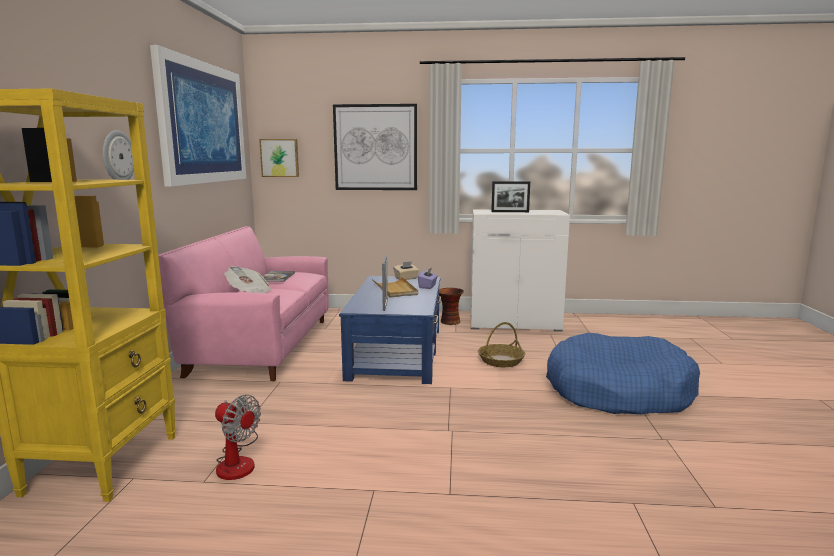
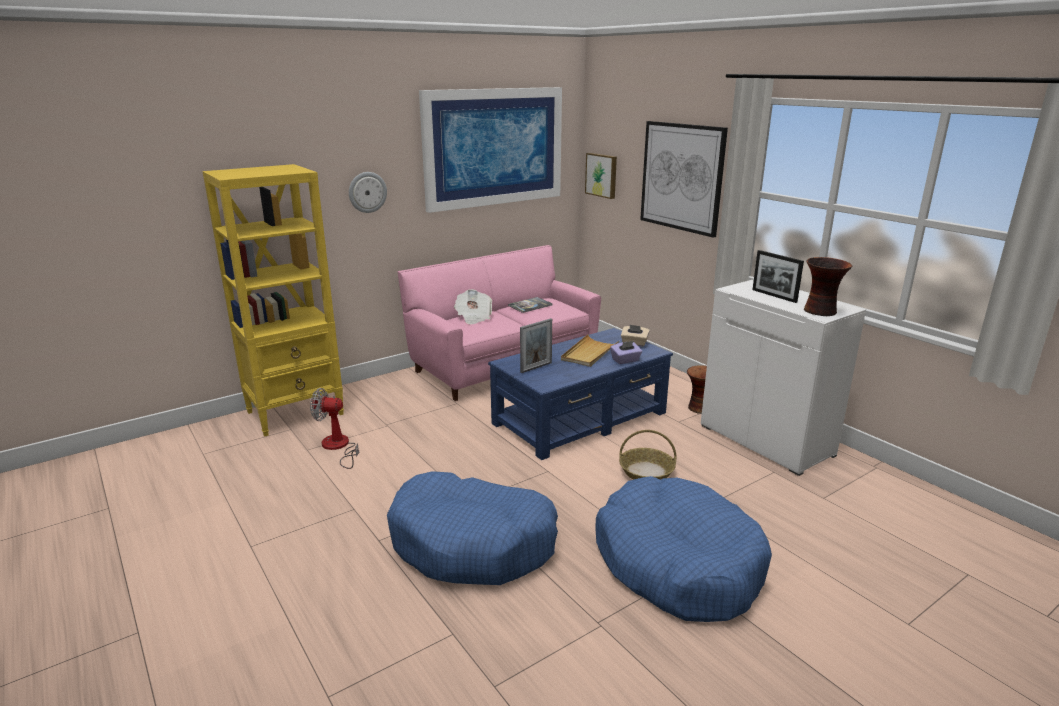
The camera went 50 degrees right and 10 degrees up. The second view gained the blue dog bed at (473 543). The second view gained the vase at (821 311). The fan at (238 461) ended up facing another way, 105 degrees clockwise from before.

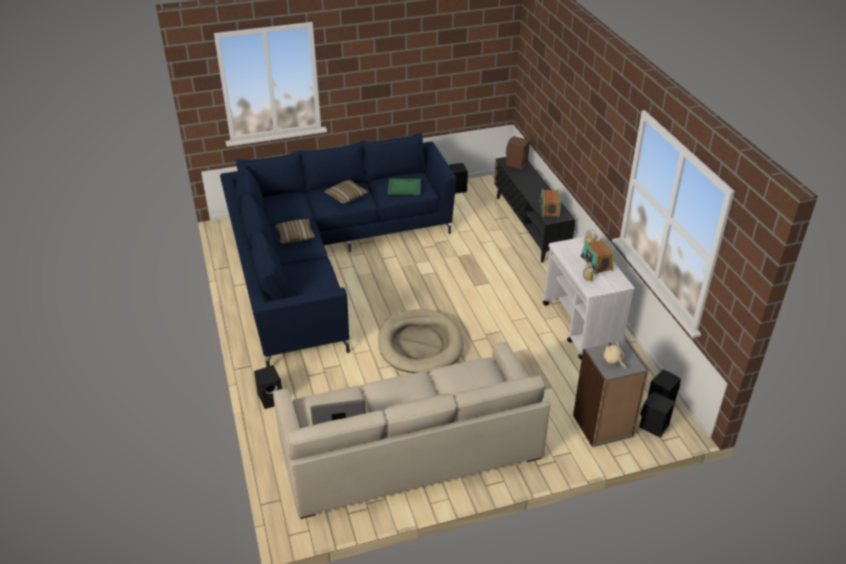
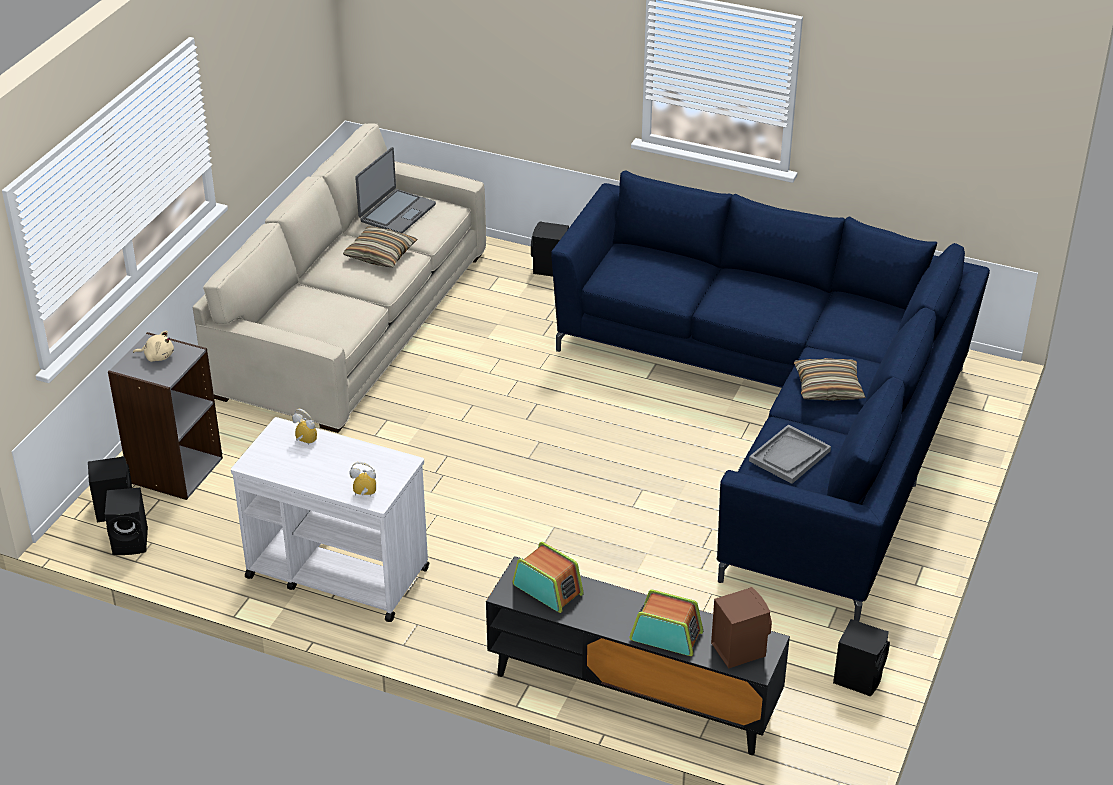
The camera went 130 degrees right and 0 degrees up. The second view lost the beige dog bed at (420 345). The pillow ended up elsewhere, having gone from (295 236) to (380 255). The radio ended up elsewhere, having gone from (596 263) to (666 635). What was the green tray at (404 188) turned into the grey tray at (789 456).

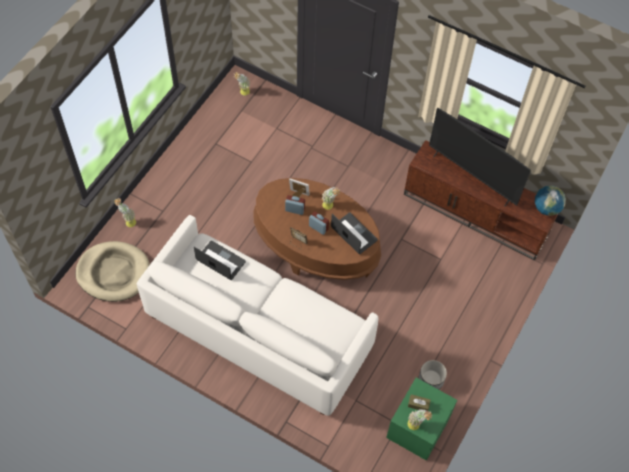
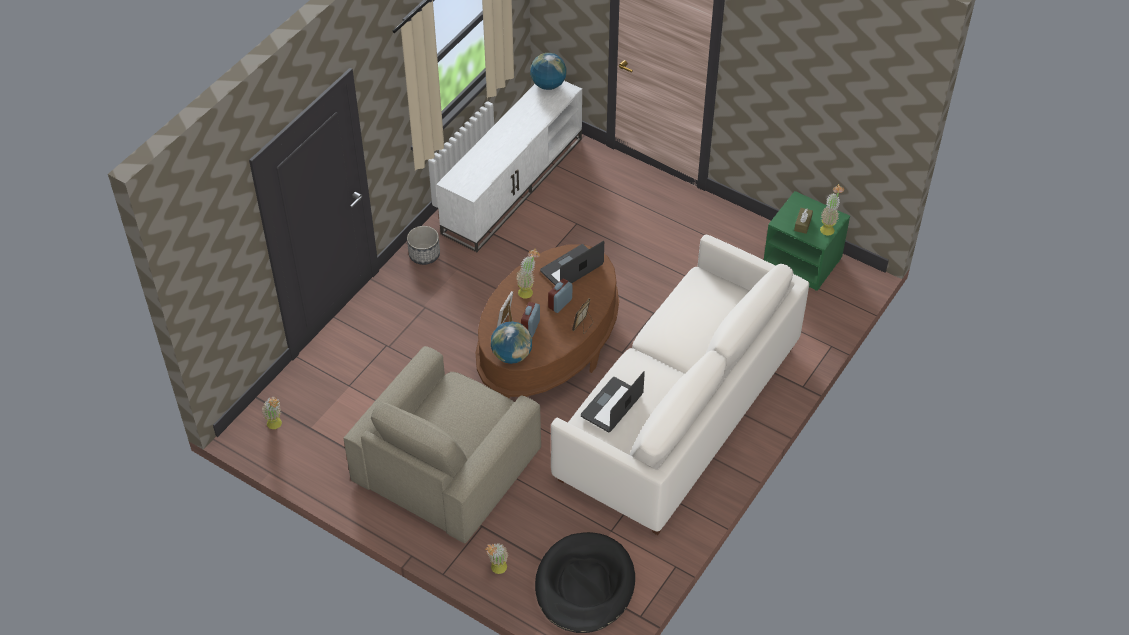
The camera went 85 degrees left and 10 degrees down. The second view lost the television at (472 177). The second view gained the beige armchair at (447 464). The second view gained the globe at (512 355). The planter ended up elsewhere, having gone from (431 380) to (424 254). What was the beige dog bed at (114 273) turned into the black dog bed at (584 585). What was the brown tv stand at (476 214) turned into the white tv stand at (512 184).

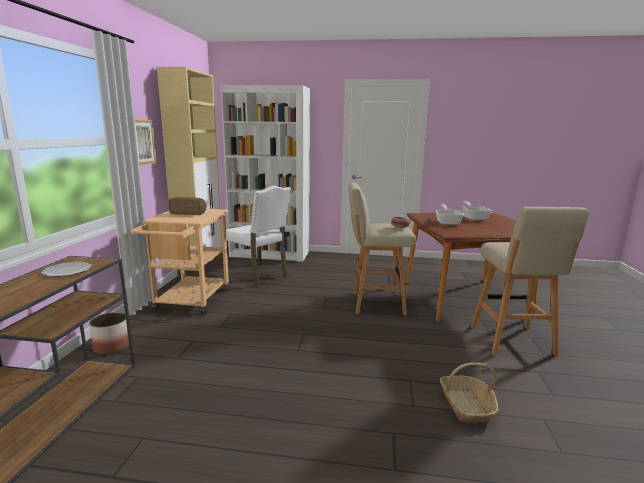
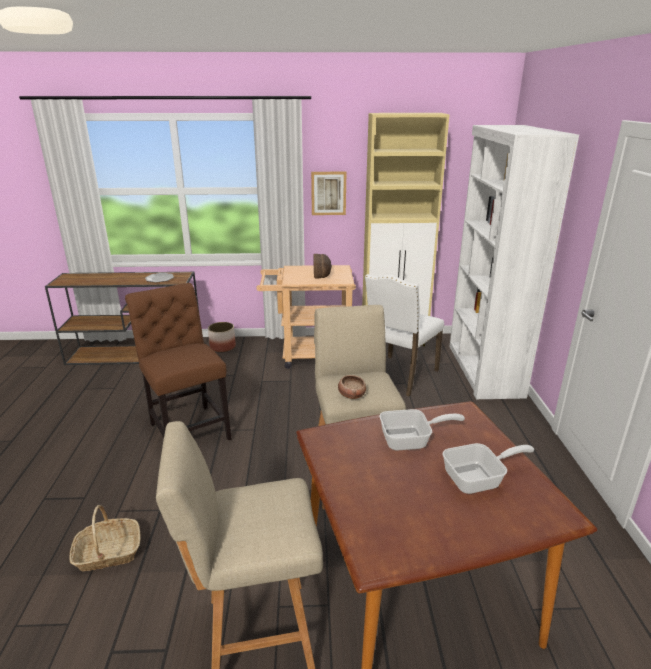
The camera went 80 degrees right and 10 degrees up. The second view gained the brown chair at (188 429).

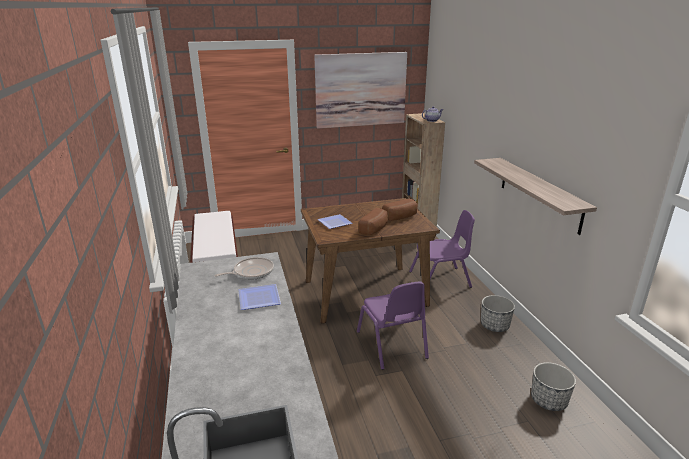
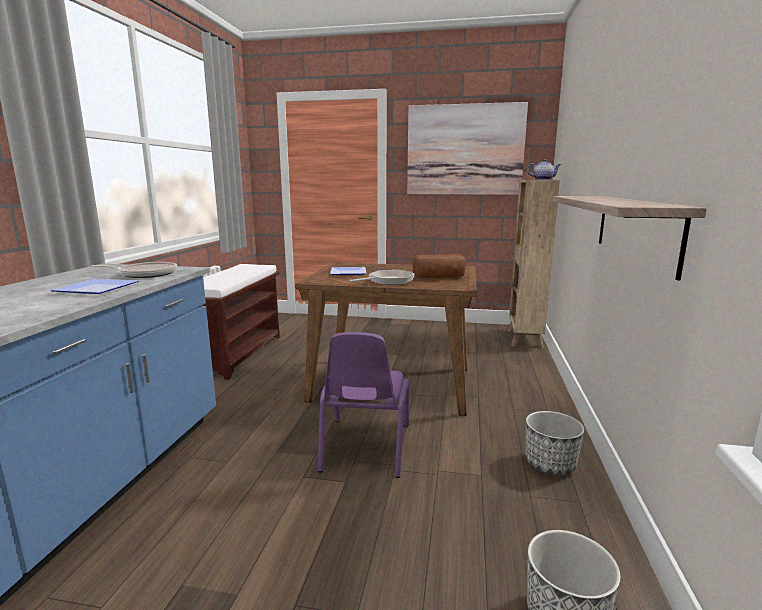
The camera went 25 degrees right and 10 degrees down. The second view lost the purple chair at (440 280). Where the bread stood at (375 229), the frying pan came to stand at (388 281).

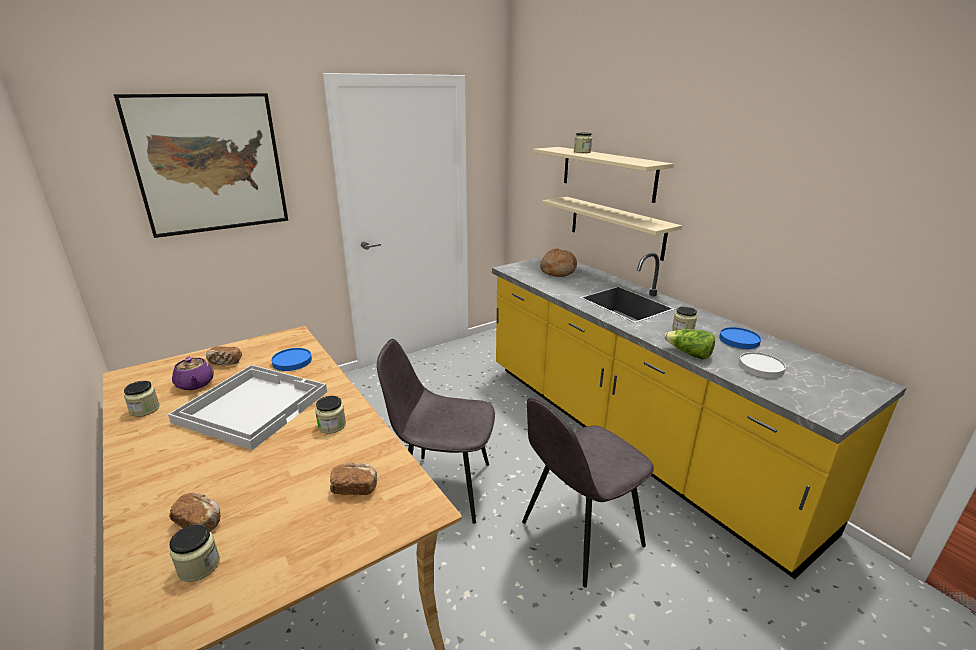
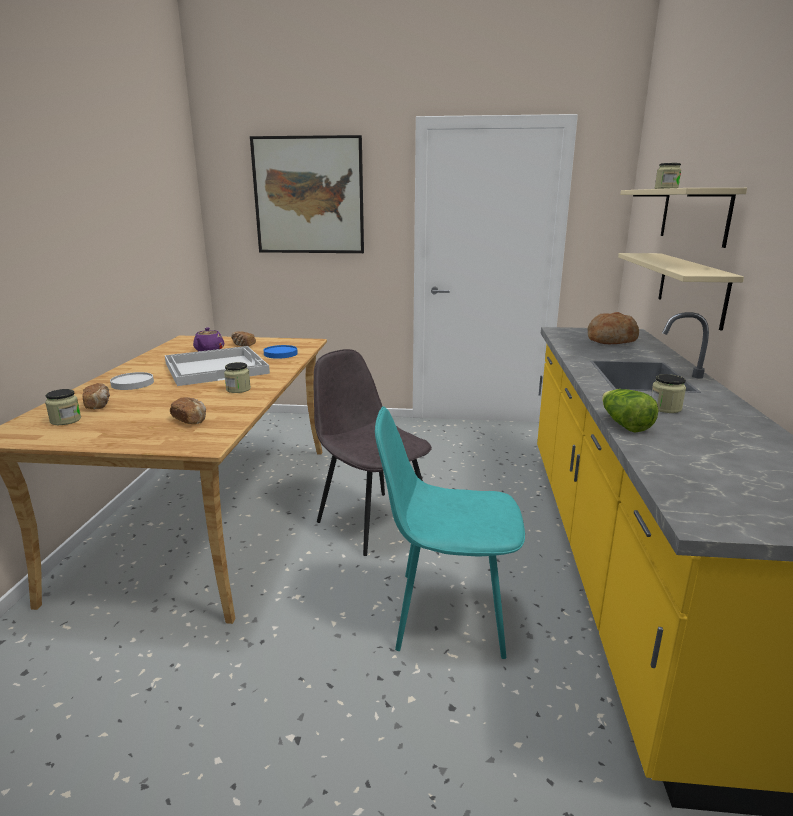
The camera went 40 degrees right and 5 degrees down. The second view lost the jar at (145 409). The second view lost the blue plate at (739 340). The white plate ended up elsewhere, having gone from (760 367) to (133 383). What was the grey chair at (579 535) turned into the turquoise chair at (446 612).

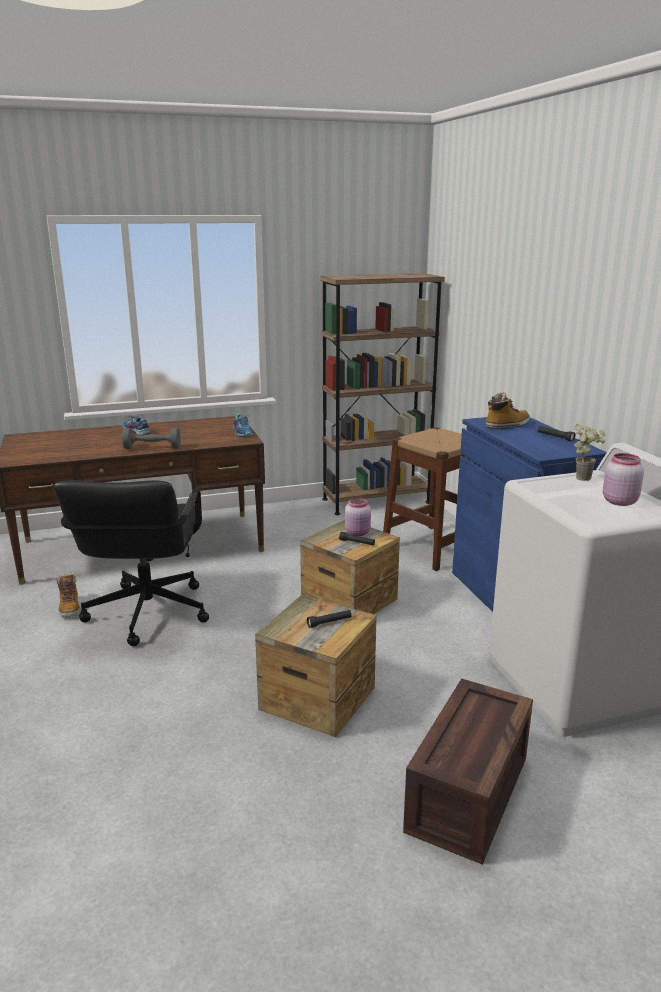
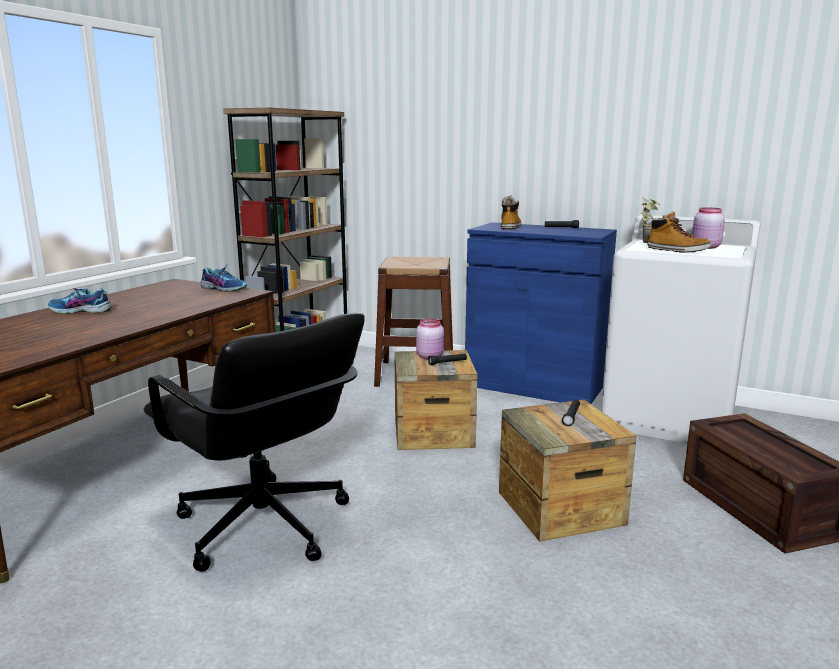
The camera went 45 degrees left and 5 degrees down. The second view lost the grey dumbbell at (152 448). The boot ended up elsewhere, having gone from (69 608) to (677 251).

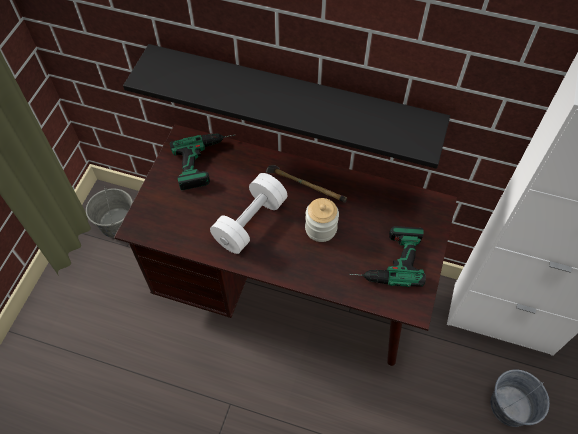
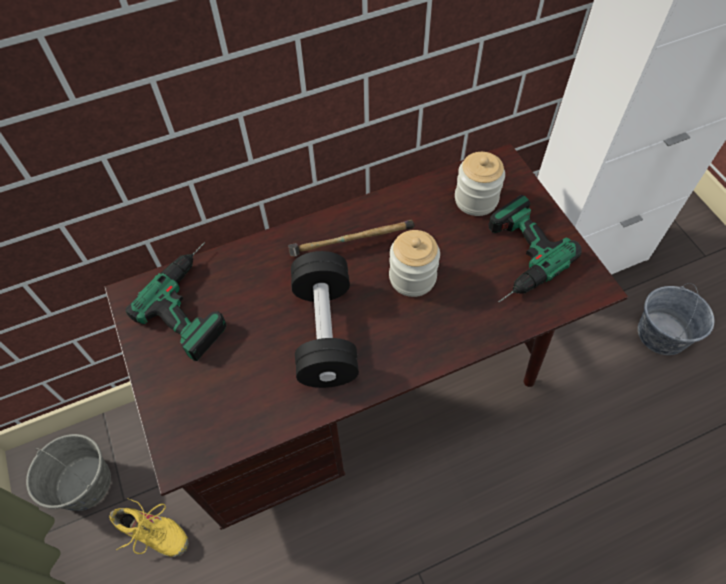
The camera went 40 degrees left and 0 degrees up. The second view lost the black shelf at (293 99). The second view gained the yellow shoe at (152 533). The second view gained the jar at (476 199). What was the white dumbbell at (250 222) turned into the black dumbbell at (325 332).

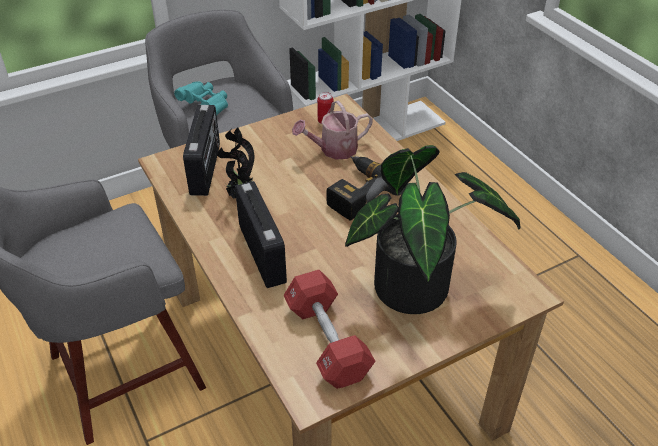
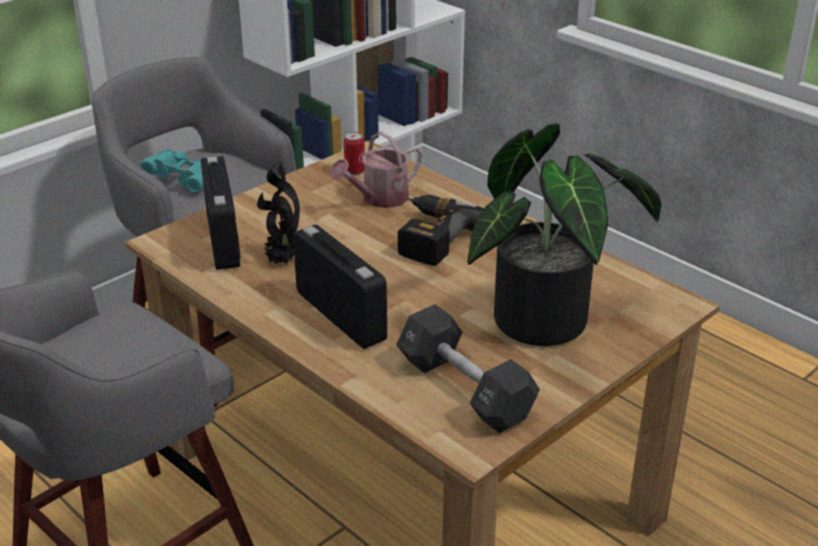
The camera went 15 degrees left and 10 degrees down. What was the red dumbbell at (327 341) turned into the black dumbbell at (465 389).

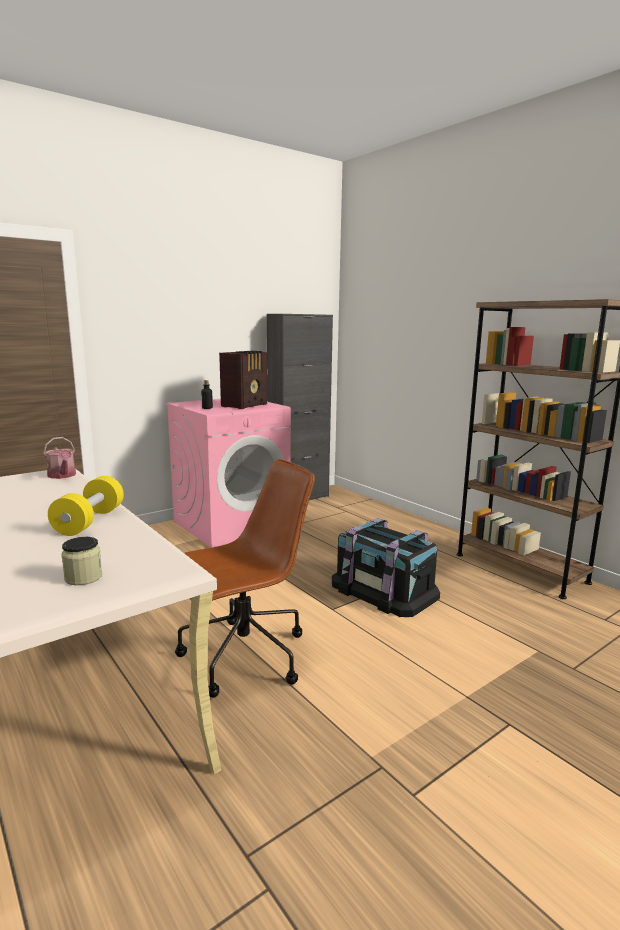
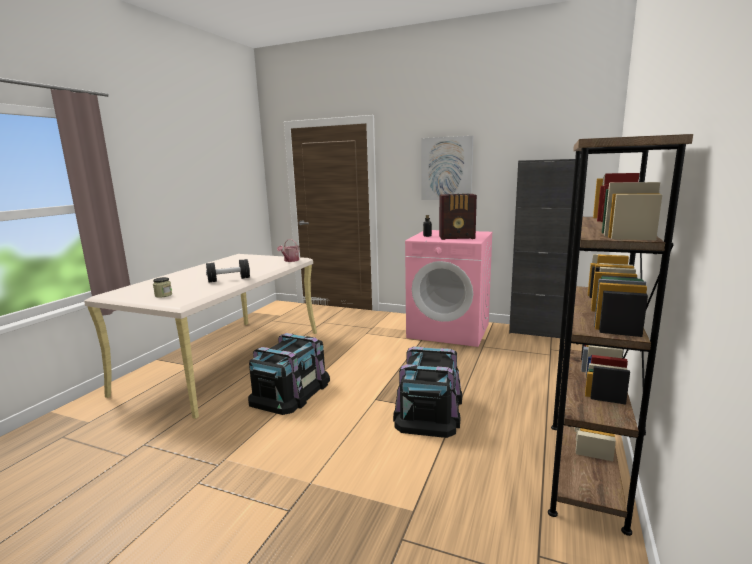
The camera went 60 degrees right and 0 degrees up. The second view gained the picture at (446 168). Where the brown office chair stood at (242 658), the black storage box came to stand at (291 391). What was the yellow dumbbell at (89 521) turned into the black dumbbell at (229 279).

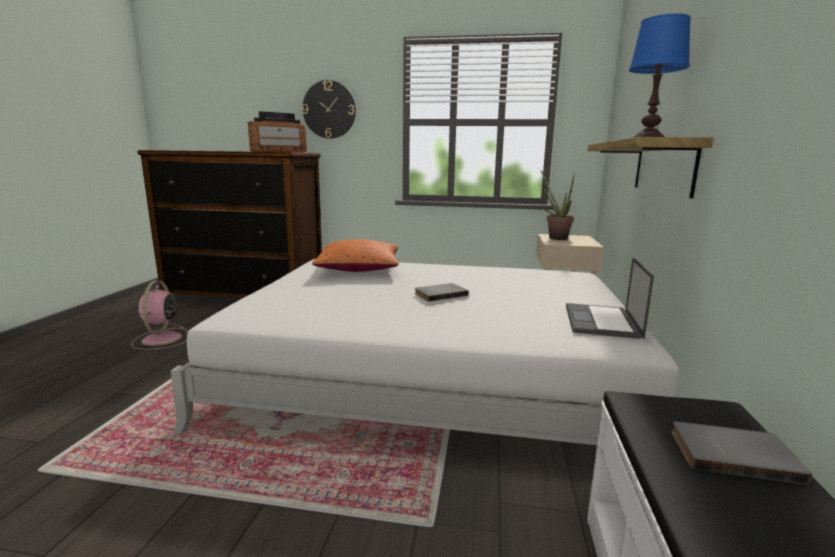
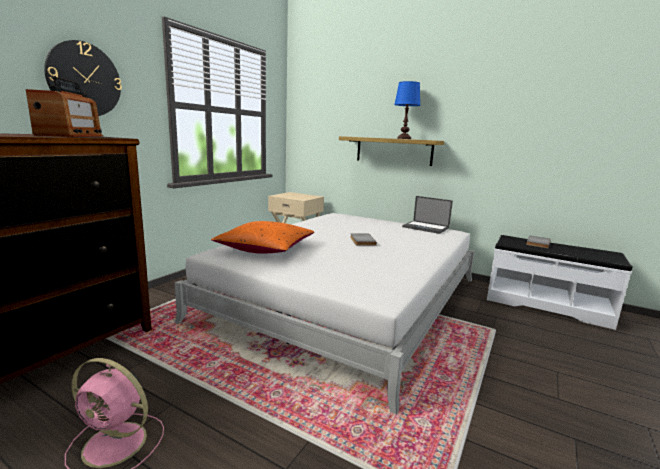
The camera went 70 degrees left and 0 degrees up. The second view lost the potted plant at (555 237).

